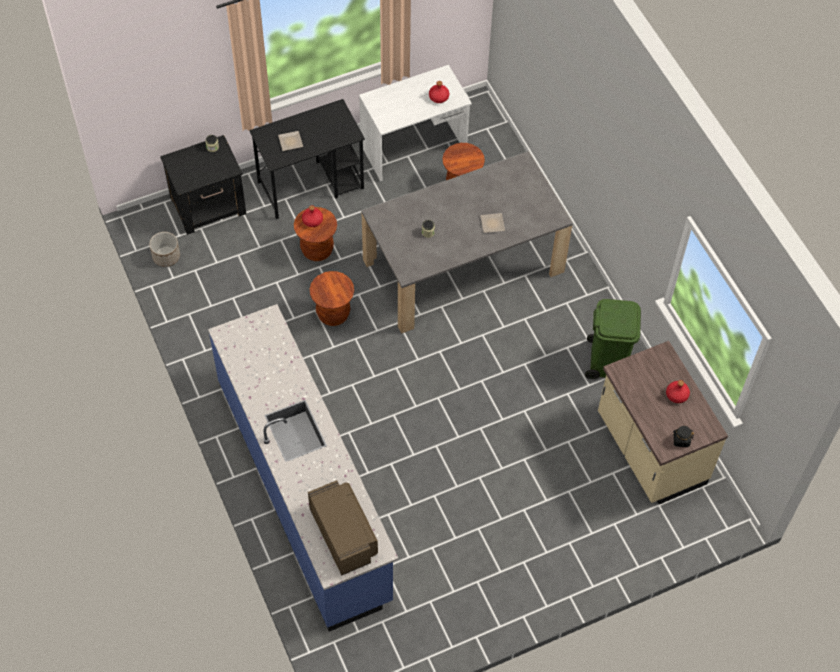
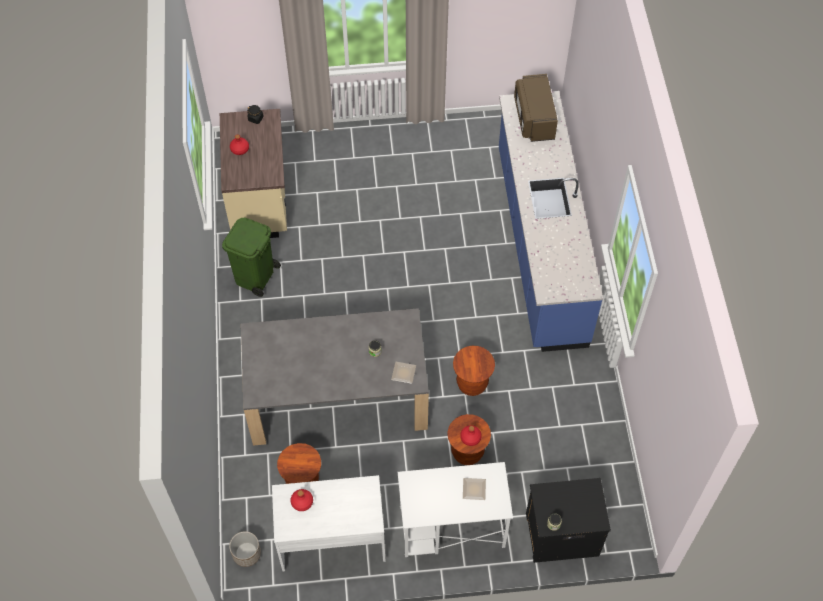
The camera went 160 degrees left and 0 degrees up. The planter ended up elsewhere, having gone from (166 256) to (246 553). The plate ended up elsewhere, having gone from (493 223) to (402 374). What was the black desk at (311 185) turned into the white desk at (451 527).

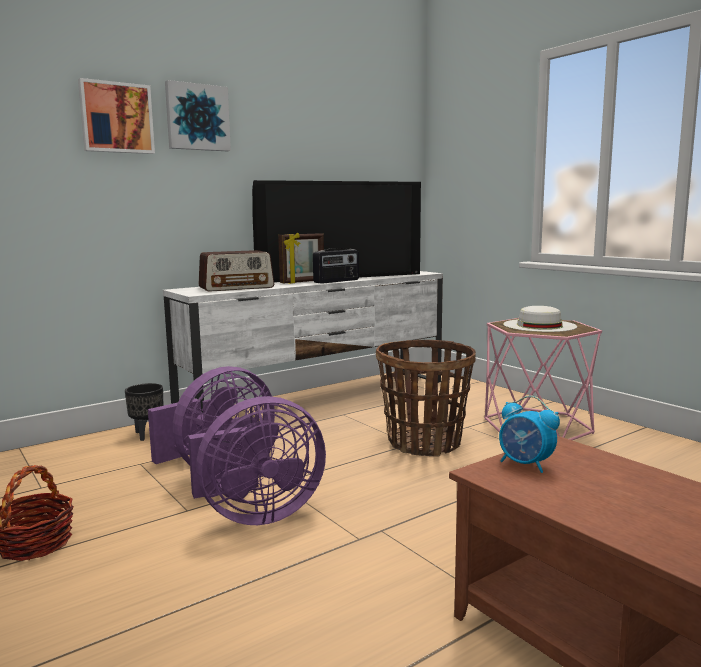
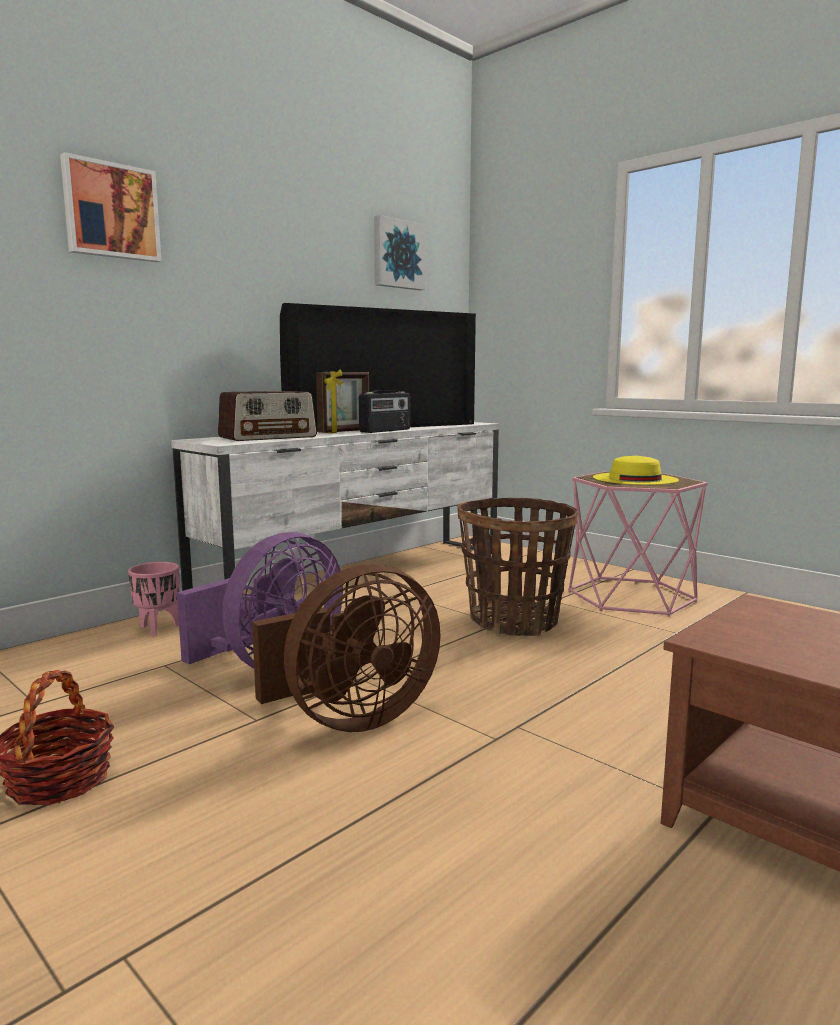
The camera went 10 degrees left and 0 degrees up. The second view lost the alarm clock at (525 465). The picture ended up elsewhere, having gone from (197 117) to (397 254). What was the black planter at (148 434) turned into the pink planter at (159 628). What was the purple fan at (256 514) turned into the brown fan at (350 718). What was the white hat at (539 325) turned into the yellow hat at (635 479).

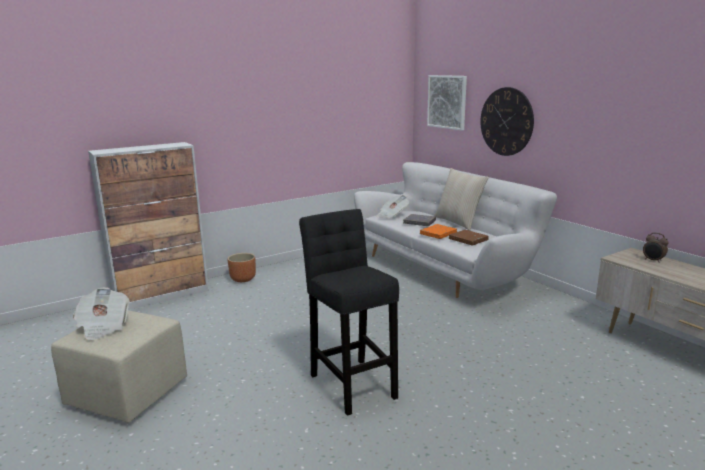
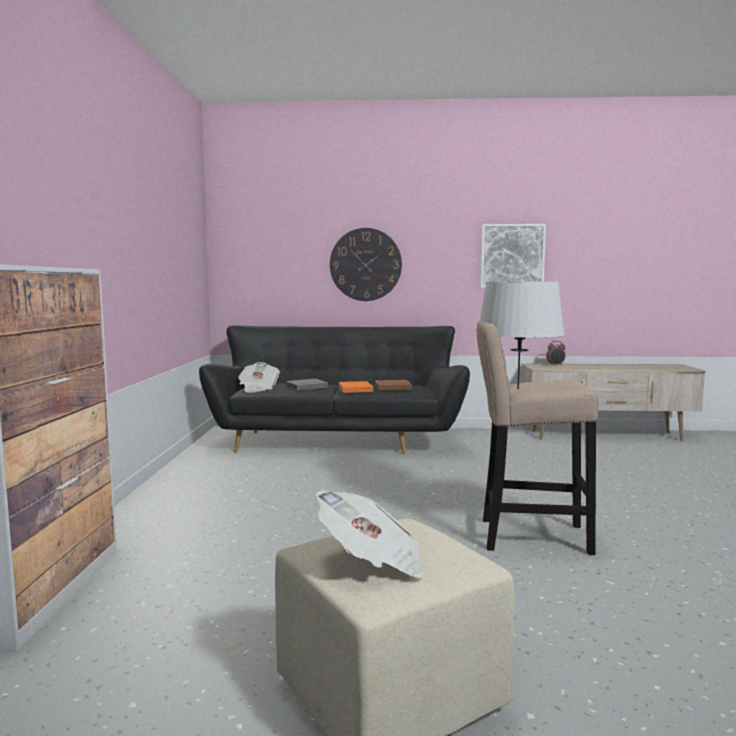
The camera went 55 degrees left and 10 degrees down. The second view lost the brown planter at (243 279). The second view lost the beige pillow at (458 222). The second view gained the grey table lamp at (517 389). The picture ended up elsewhere, having gone from (447 102) to (512 256). What was the black stool at (351 383) turned into the beige stool at (527 536). What was the white sofa at (445 270) turned into the black sofa at (338 441).

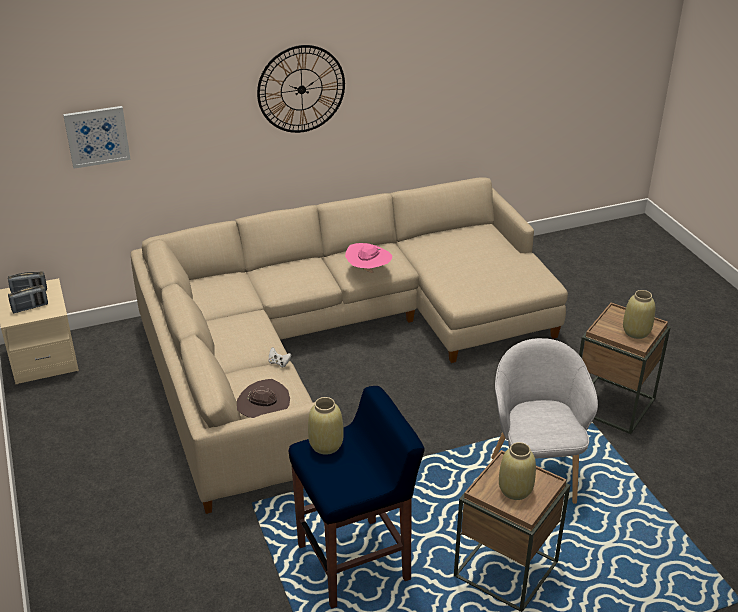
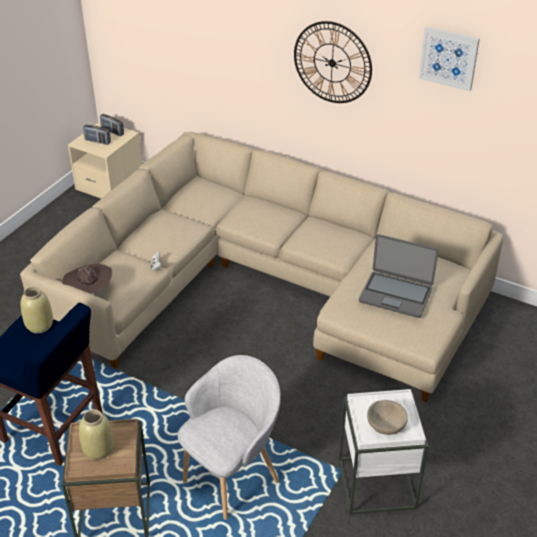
The camera went 50 degrees right and 5 degrees up. The second view lost the pink hat at (368 271). The second view gained the laptop at (396 294). The picture ended up elsewhere, having gone from (97 136) to (448 58). Where the beige vase stood at (636 332), the beige bowl came to stand at (386 426). What was the brown side table at (613 404) turned into the white side table at (377 483).

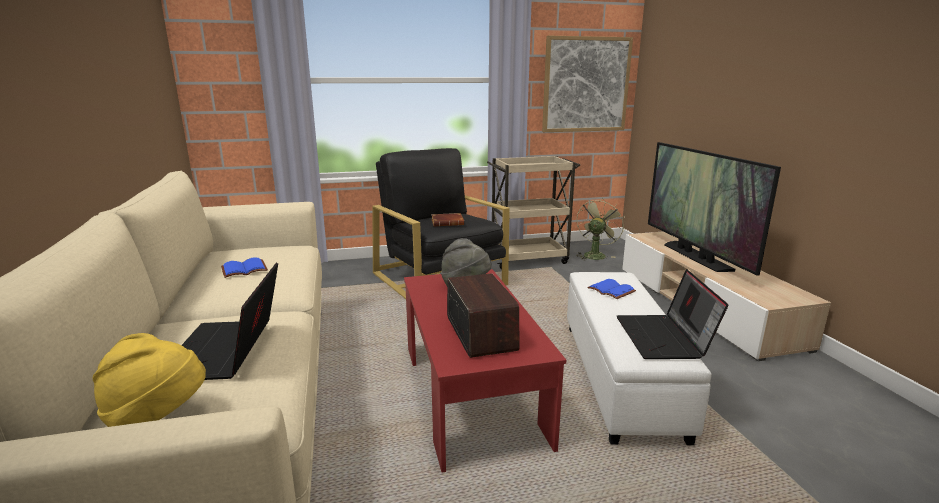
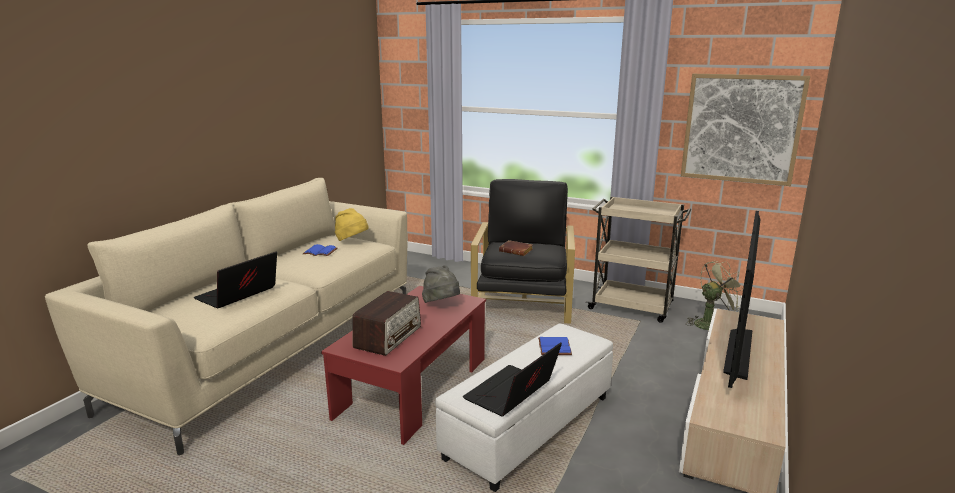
The camera went 40 degrees right and 0 degrees up. The yellow hat ended up elsewhere, having gone from (159 419) to (352 241).

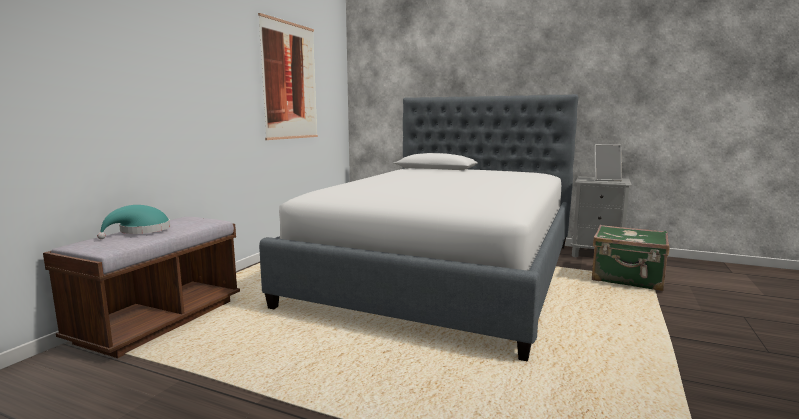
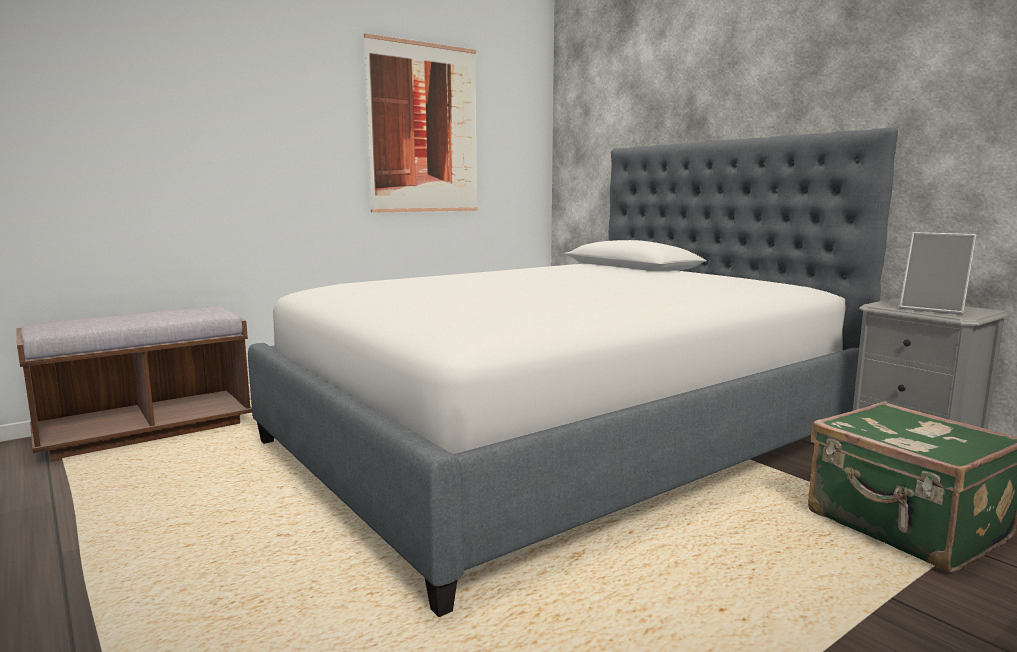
The camera went 30 degrees right and 0 degrees up. The second view lost the turquoise hat at (141 231).

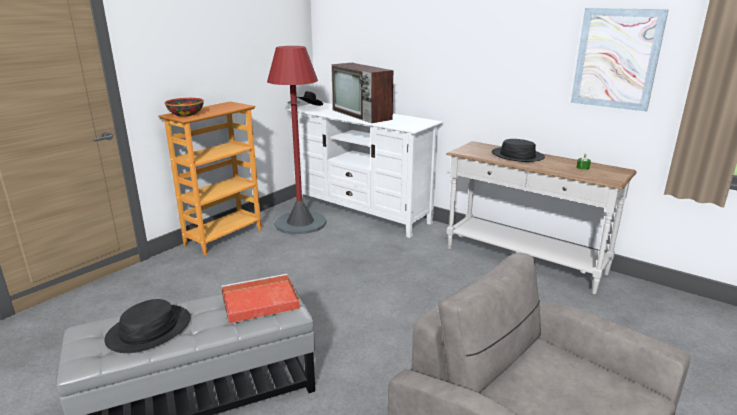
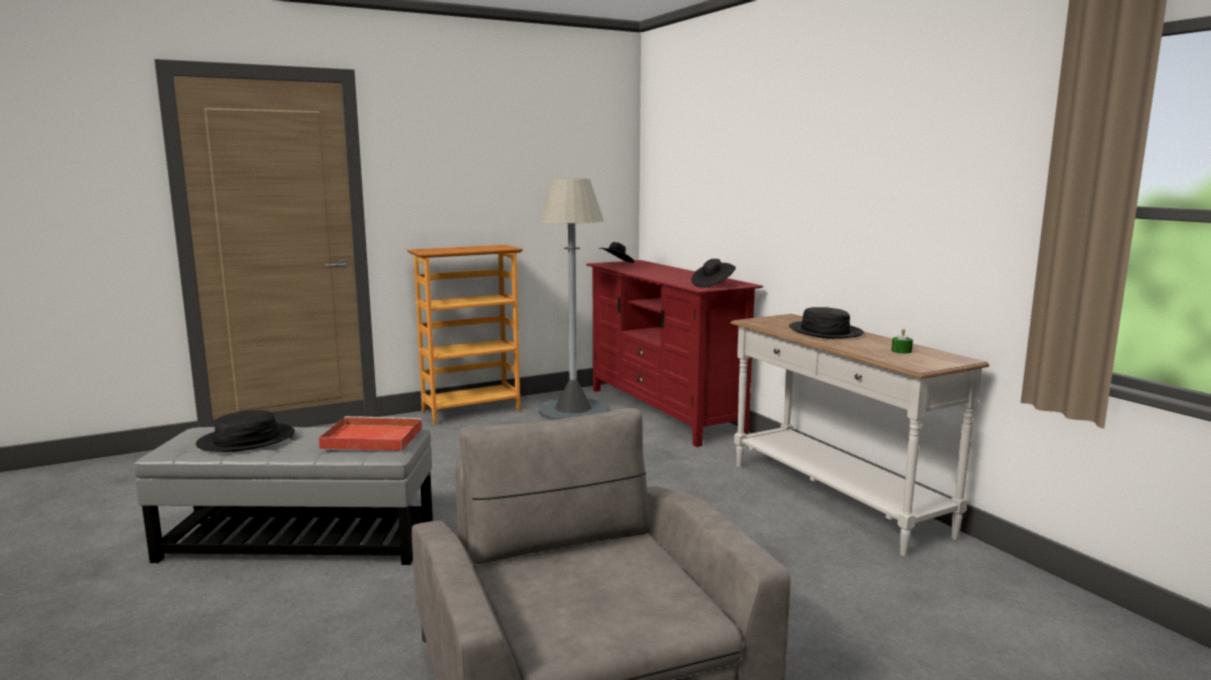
The camera went 25 degrees right and 10 degrees down. The second view lost the bowl at (186 114). The second view lost the television at (362 115). The second view lost the picture at (616 59). The second view gained the black hat at (713 285). What was the red floor lamp at (300 223) turned into the grey floor lamp at (573 411). What was the white tv stand at (362 212) turned into the red tv stand at (664 411).

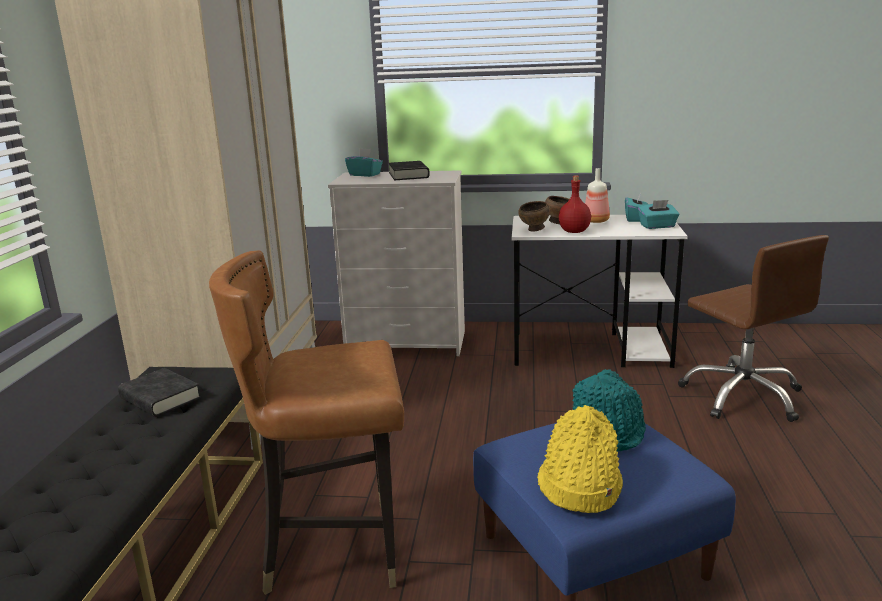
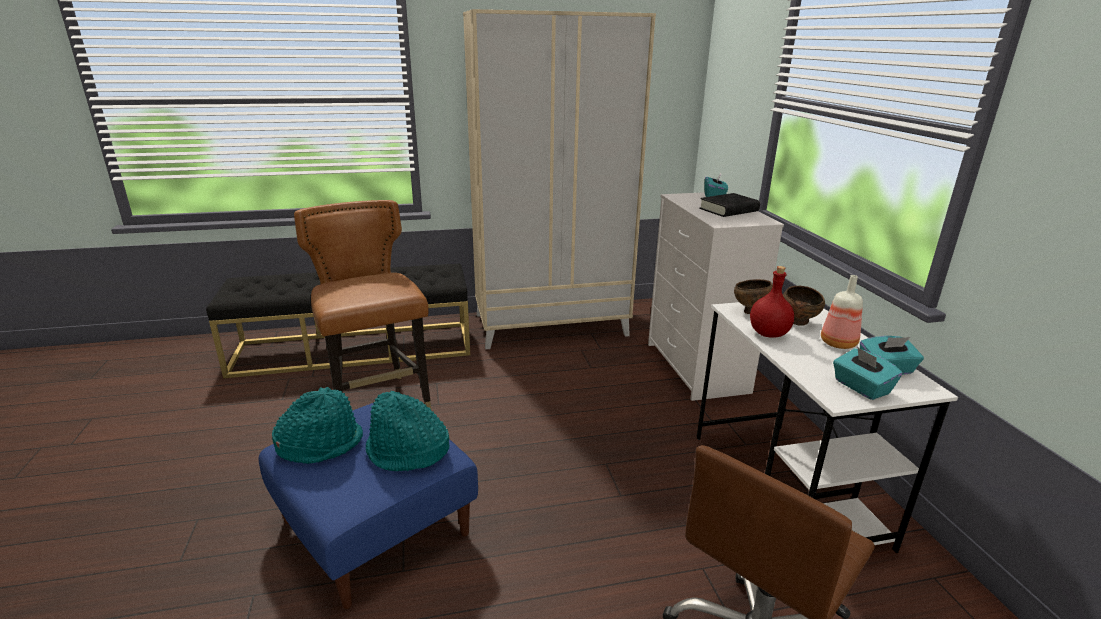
The camera went 70 degrees right and 5 degrees up. The second view lost the black book at (160 398). What was the yellow hat at (578 486) turned into the turquoise hat at (321 444).

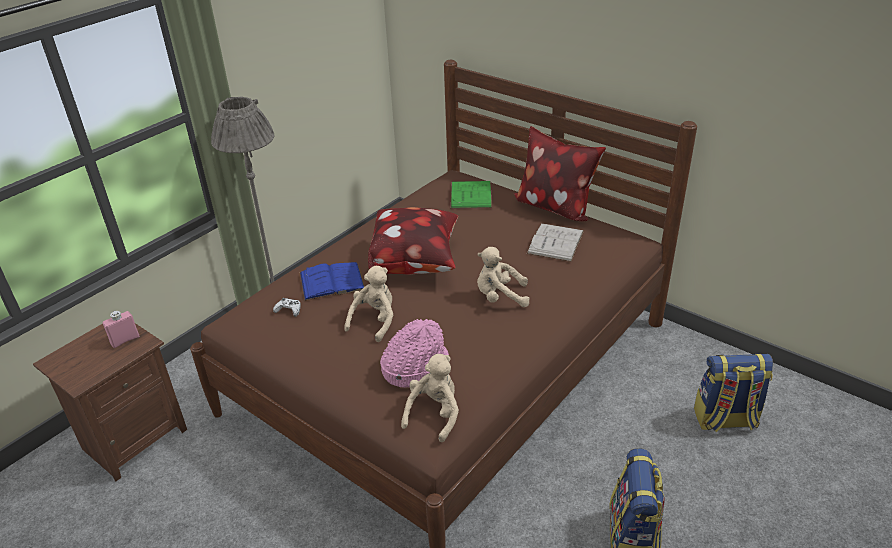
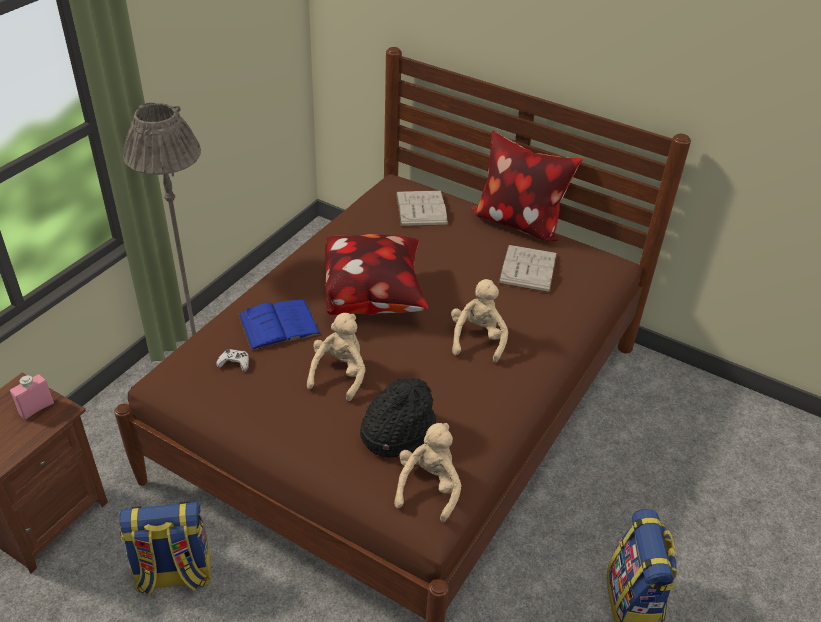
The camera went 10 degrees left and 5 degrees up. The backpack ended up elsewhere, having gone from (725 420) to (174 574). What was the pink hat at (415 367) turned into the black hat at (397 431). What was the green book at (471 195) turned into the white book at (421 208). The beige plush toy at (500 297) ended up facing another way, 105 degrees clockwise from before.

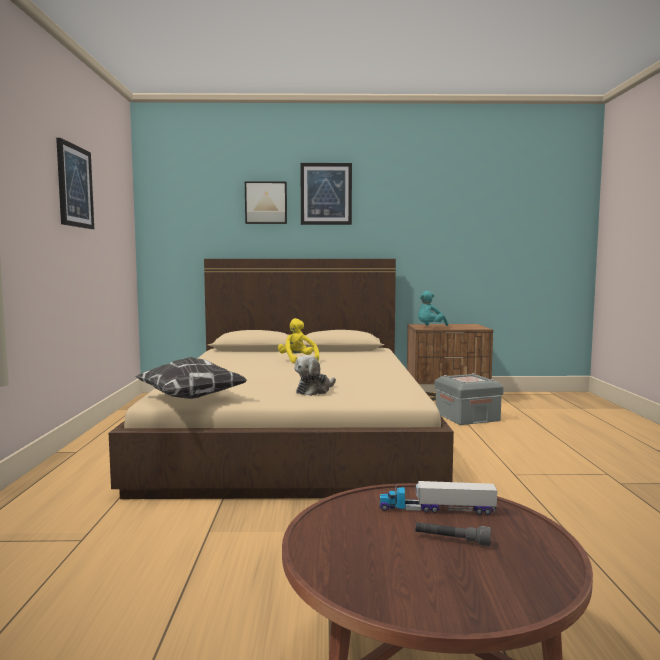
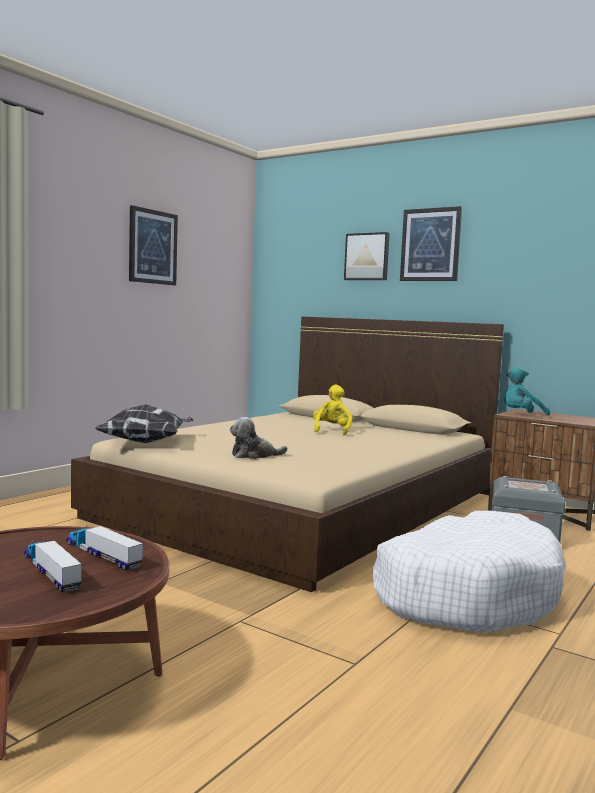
The camera went 35 degrees right and 0 degrees up. The second view gained the white dog bed at (466 594). Where the grey flashlight stood at (452 540), the toy truck came to stand at (50 573).

